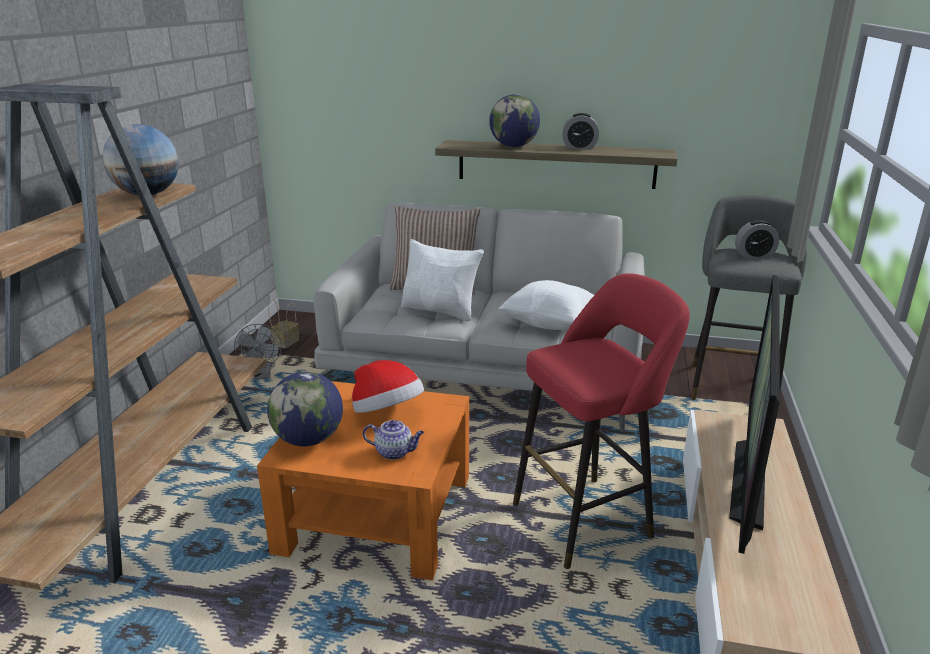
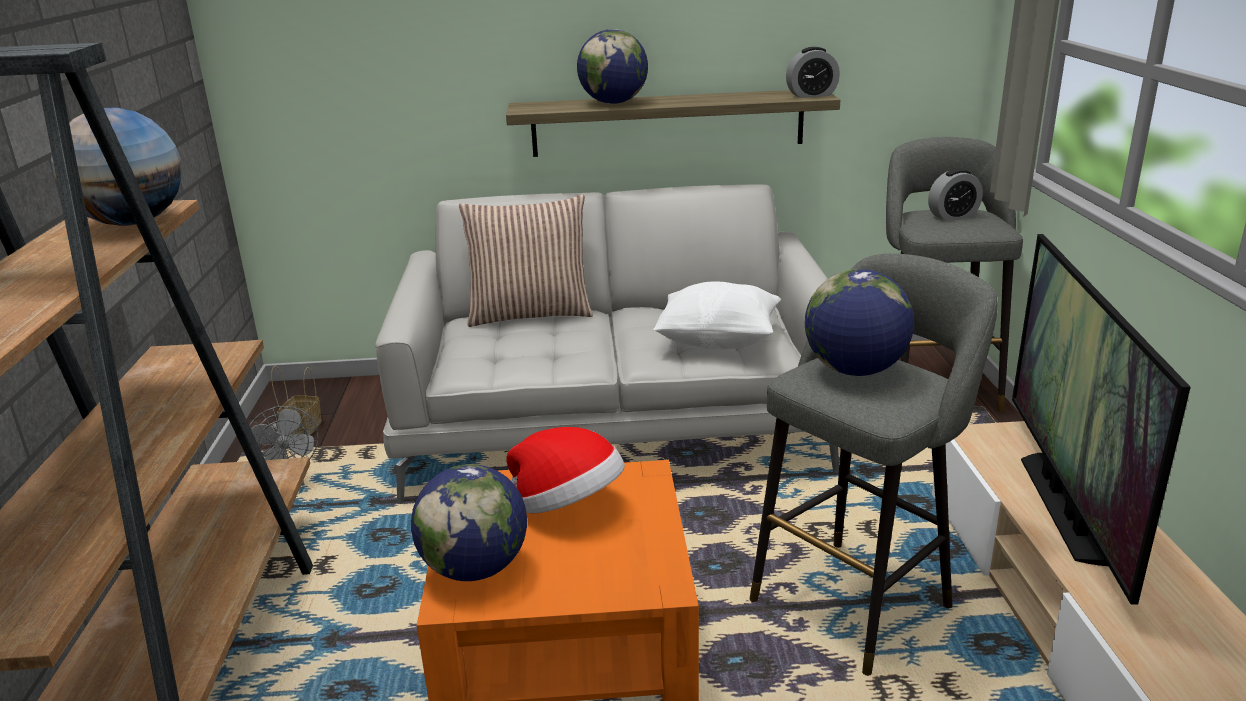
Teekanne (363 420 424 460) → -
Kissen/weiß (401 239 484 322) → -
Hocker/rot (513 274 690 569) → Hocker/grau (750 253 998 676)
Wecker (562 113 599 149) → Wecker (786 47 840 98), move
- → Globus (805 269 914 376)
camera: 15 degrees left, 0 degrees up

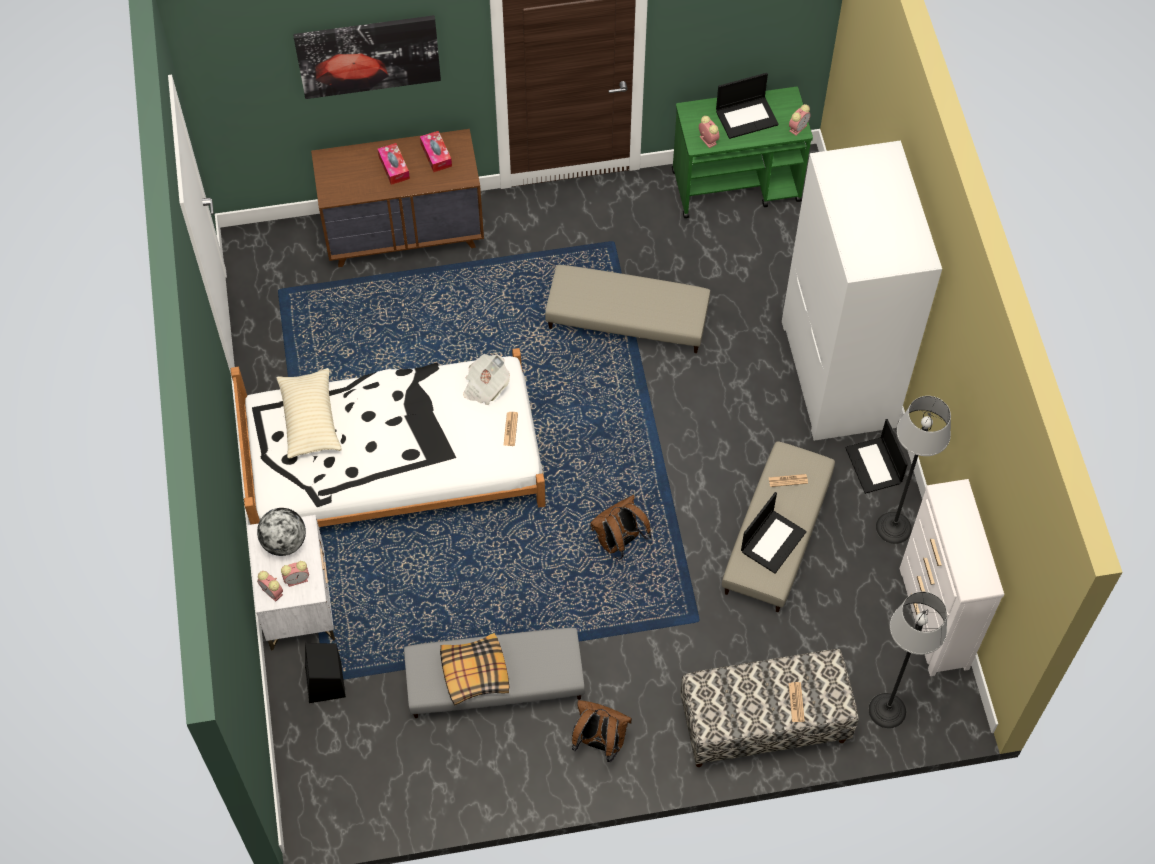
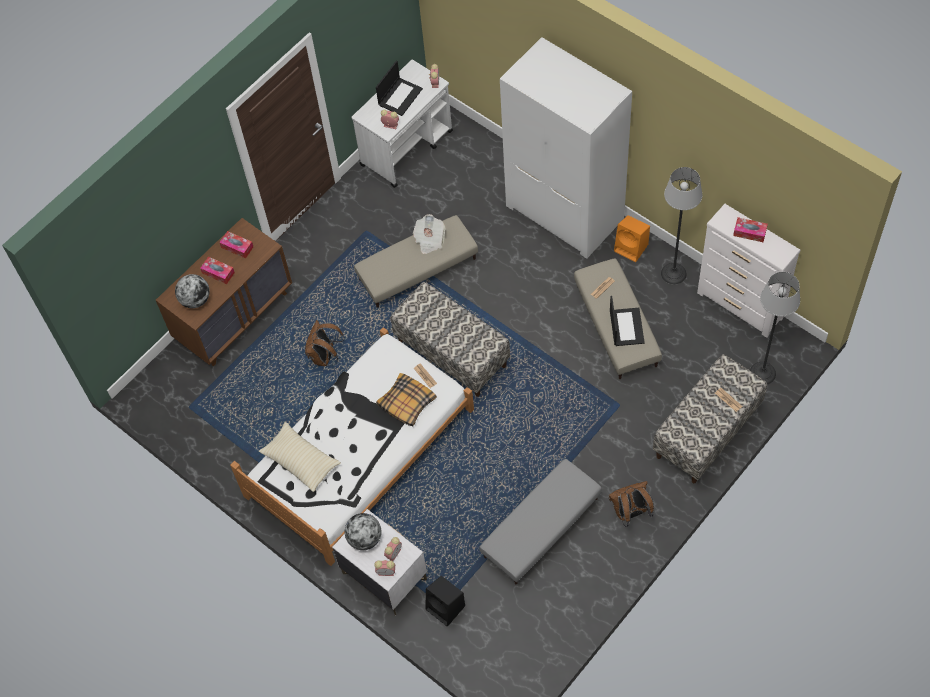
Bild (293 15 441 99) → -
Kissen (440 633 509 705) → Kissen (376 373 437 426), move
Zeitung (463 354 510 405) → Zeitung (413 214 445 254), move
Rucksack/braun (590 495 651 560) → Rucksack/braun (305 320 345 366), move
Rollwagen/grün (672 87 813 218) → Rollwagen/weiß (351 59 453 188)
Laptop (845 419 908 494) → Lautsprecher/orange (614 215 650 262)
- → Globus (175 274 210 308)
- → Bank (391 282 510 397)
- → Taschentuchbox (733 217 768 242)
camera: 35 degrees left, 0 degrees up

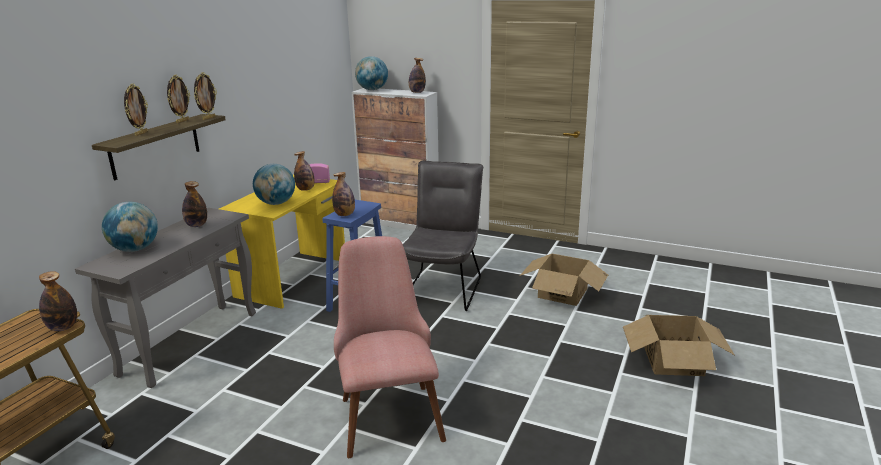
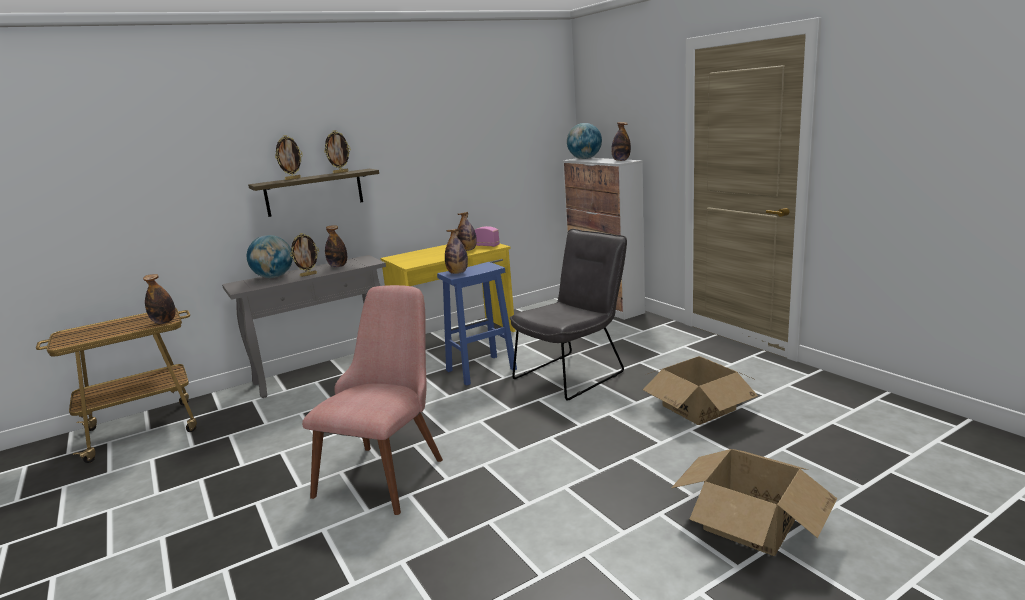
Bilderrahmen (194 72 217 120) → Bilderrahmen (290 233 319 277), move
Globus (253 164 295 205) → -
camera: 35 degrees right, 5 degrees down

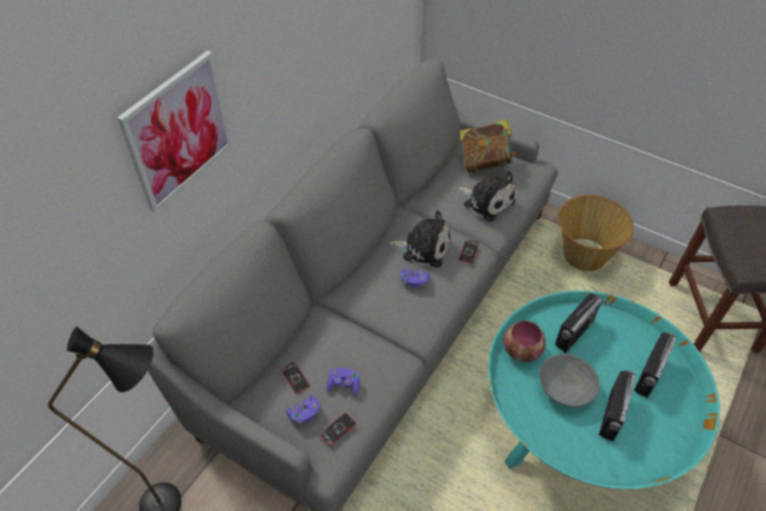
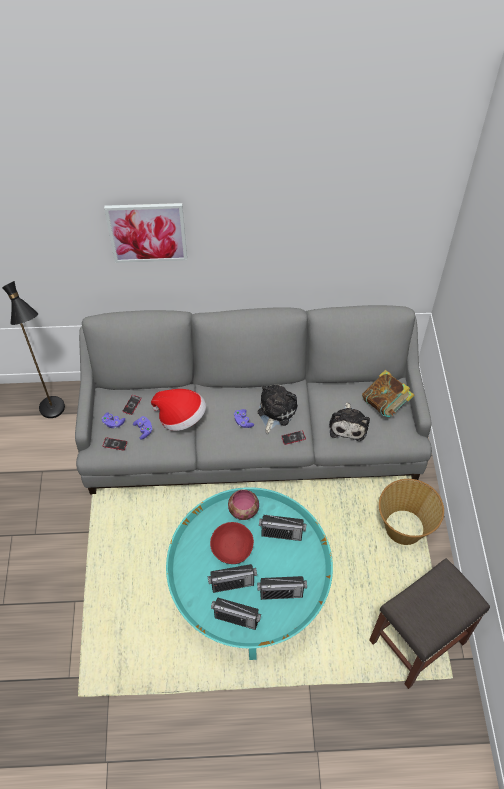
Plüschtier (388 210 451 267) → Plüschtier (258 385 298 434), 135 degrees counterclockwise
Schüssel/grau (540 354 600 407) → Schüssel/rot (210 522 254 564)
- → Hut (151 389 206 431)
- → Radio (211 598 261 630)
camera: 55 degrees right, 5 degrees up

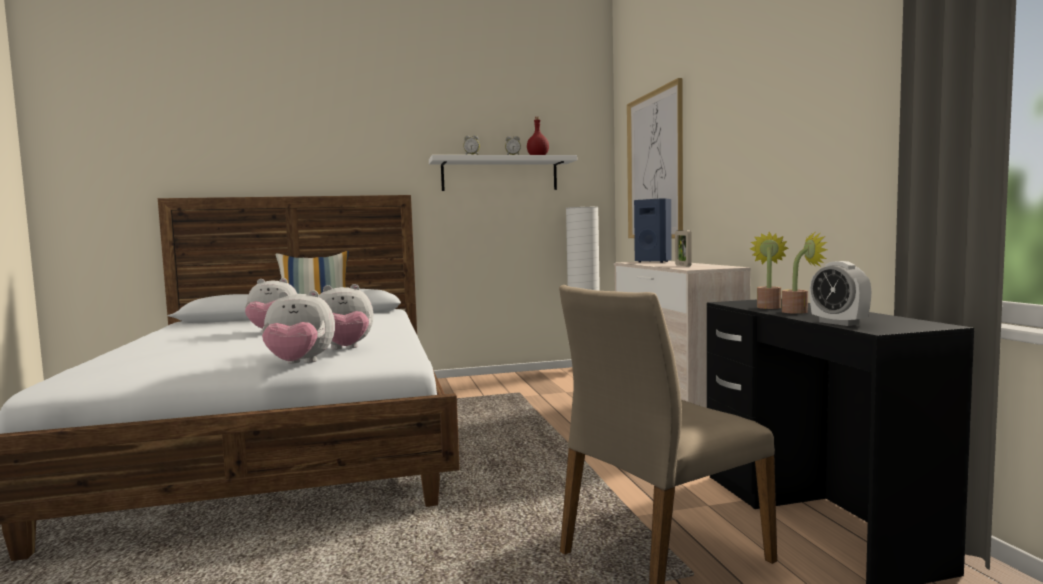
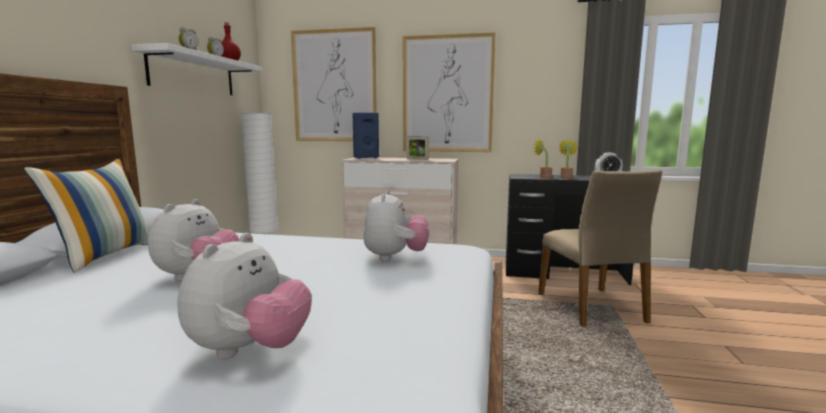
Plüschtier (262 290 335 364) → Plüschtier (177 233 312 359), move
- → Bild (403 32 496 152)
camera: 65 degrees left, 5 degrees up

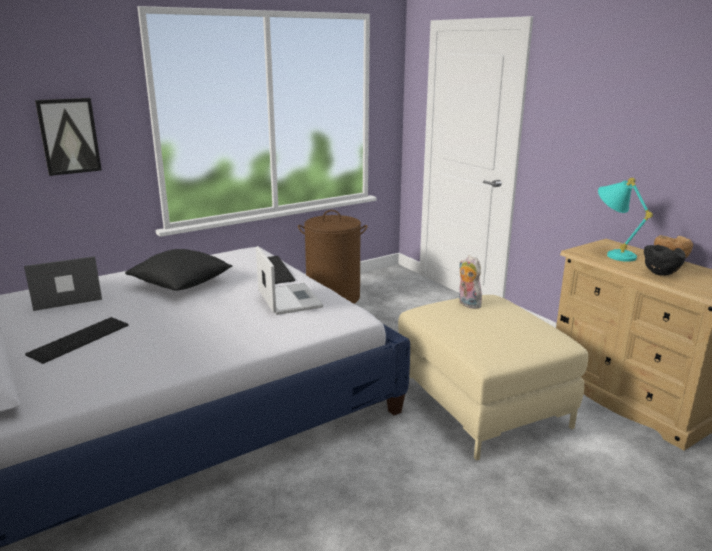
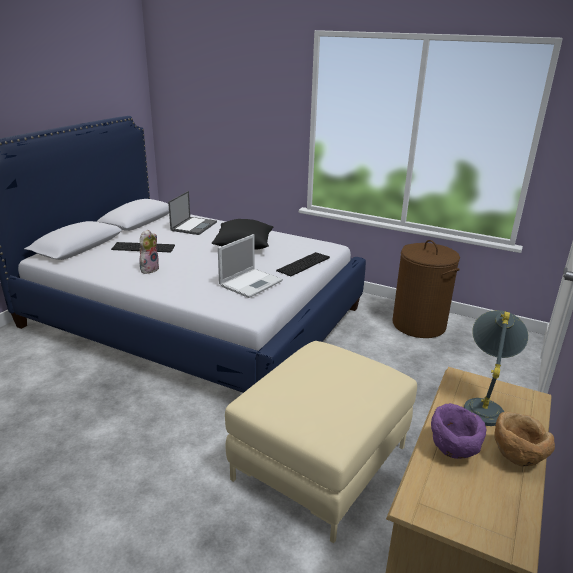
Laptop (24 256 102 311) → Laptop (168 191 217 235), 75 degrees clockwise
Bild (35 98 102 176) → -
Plüschtier (459 255 482 309) → Plüschtier (139 230 159 274), move
Tischlampe/türkis (598 178 653 262) → Tischlampe/grau (464 310 528 426)
Schüssel/schwarz (644 245 686 276) → Schüssel/lila (431 403 486 459)
camera: 60 degrees right, 5 degrees up

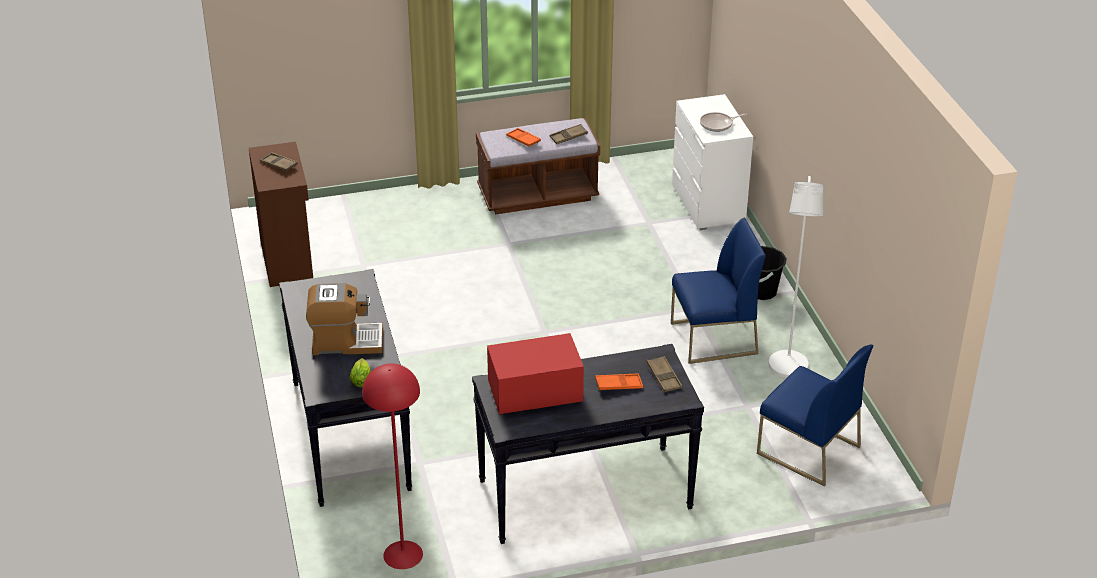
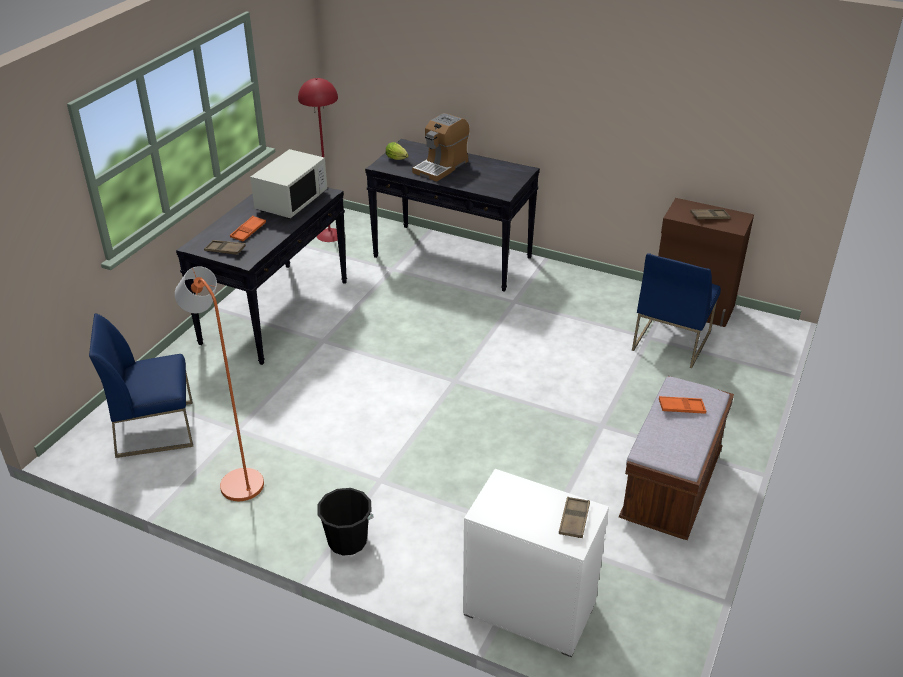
Mikrowelle/rot (487 333 584 414) → Mikrowelle/weiß (250 149 327 219)
Tablett/braun (550 124 588 144) → Tablett/braun (559 497 590 538), move
Stuhl/blau (671 217 766 364) → Stuhl/blau (632 253 721 368), move
Pfanne (700 112 747 132) → -
Stehlampe/weiß (769 176 824 378) → Stehlampe/orange (175 266 264 501)
camera: 130 degrees right, 0 degrees up

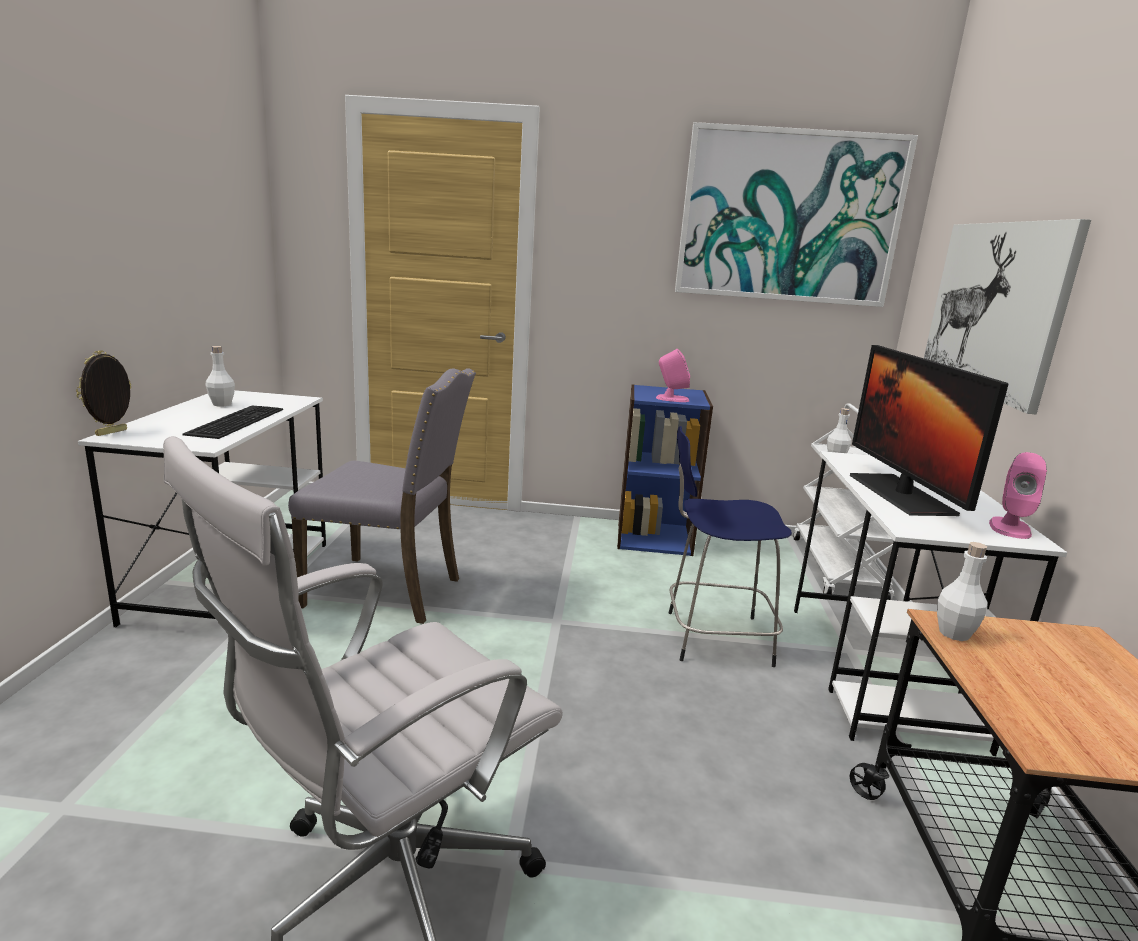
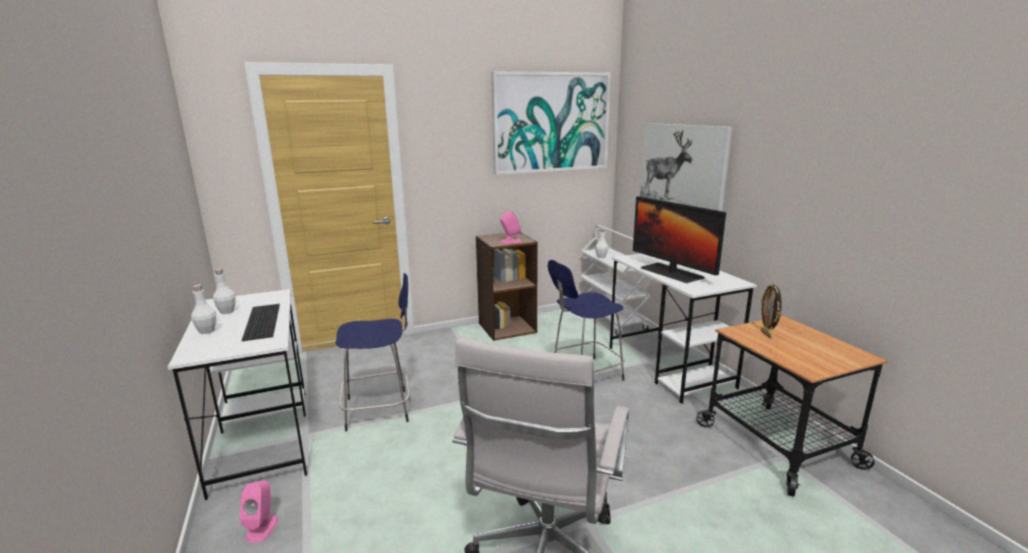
Bilderrahmen (76 350 132 436) → Bilderrahmen (761 282 782 339), move
Stuhl/grau (288 368 476 624) → Hocker/blau (335 273 409 431)
Bücherregal/blau (617 384 713 556) → Bücherregal/braun (476 233 537 341)
Flasche/weiß (937 542 988 641) → Flasche/weiß (191 284 216 334), move
Lautsprecher/rosa (989 452 1047 539) → Lautsprecher/rosa (240 480 278 543), move
camera: 25 degrees left, 0 degrees up

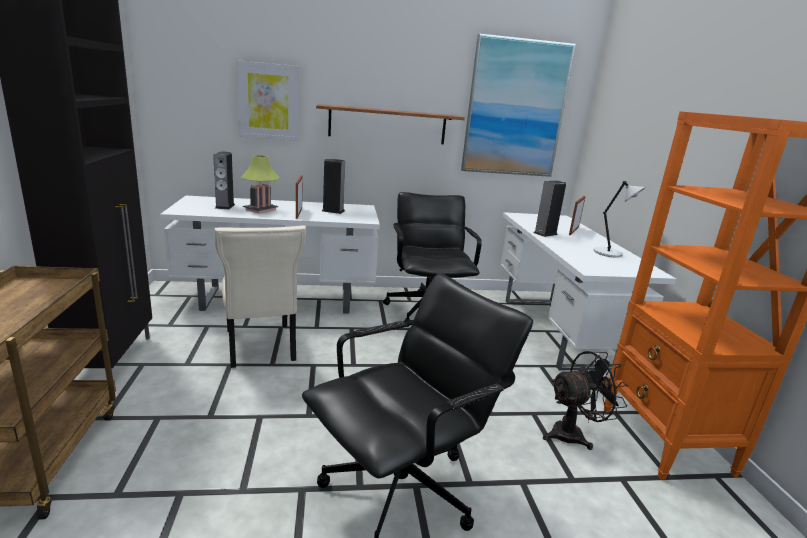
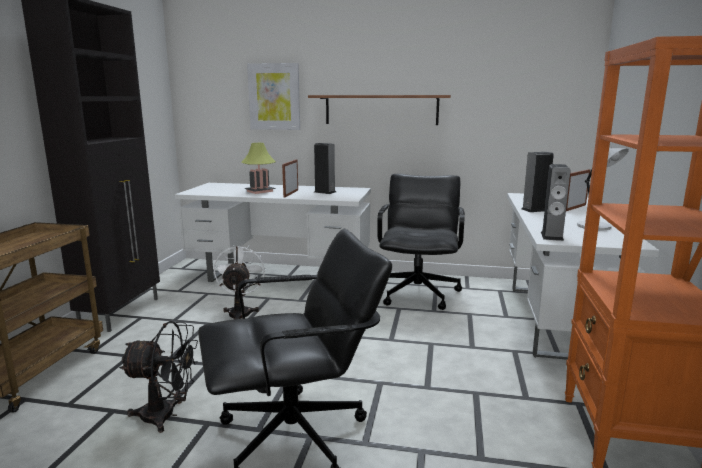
Lautsprecher (213 151 235 209) → Lautsprecher (541 164 571 241), move
Stuhl/beige (214 225 306 368) → Ventilator/weiß (214 245 266 319)
Bild (461 33 576 177) → -
Ventilator/schwarz (543 351 629 450) → Ventilator/schwarz (119 321 198 433), move
camera: 20 degrees right, 5 degrees down

